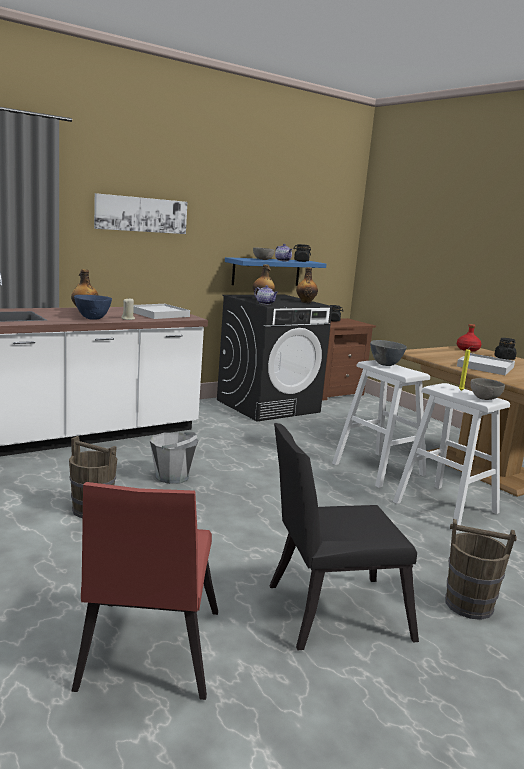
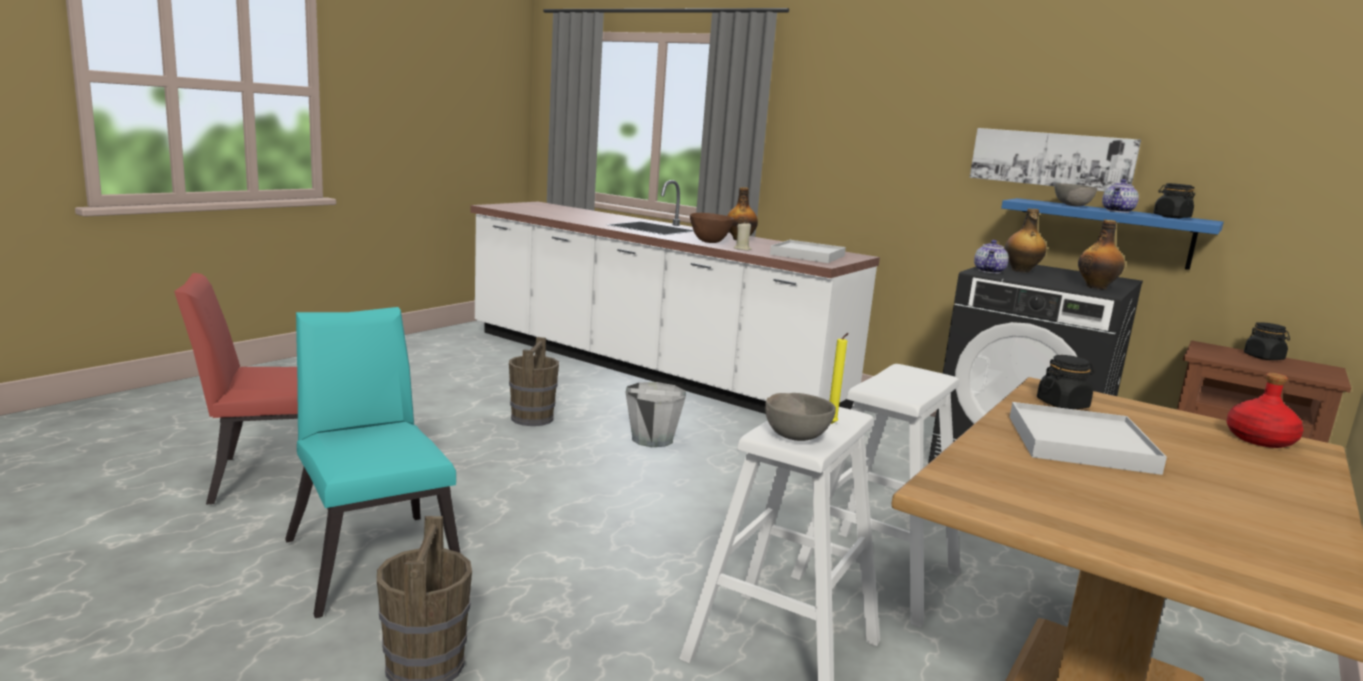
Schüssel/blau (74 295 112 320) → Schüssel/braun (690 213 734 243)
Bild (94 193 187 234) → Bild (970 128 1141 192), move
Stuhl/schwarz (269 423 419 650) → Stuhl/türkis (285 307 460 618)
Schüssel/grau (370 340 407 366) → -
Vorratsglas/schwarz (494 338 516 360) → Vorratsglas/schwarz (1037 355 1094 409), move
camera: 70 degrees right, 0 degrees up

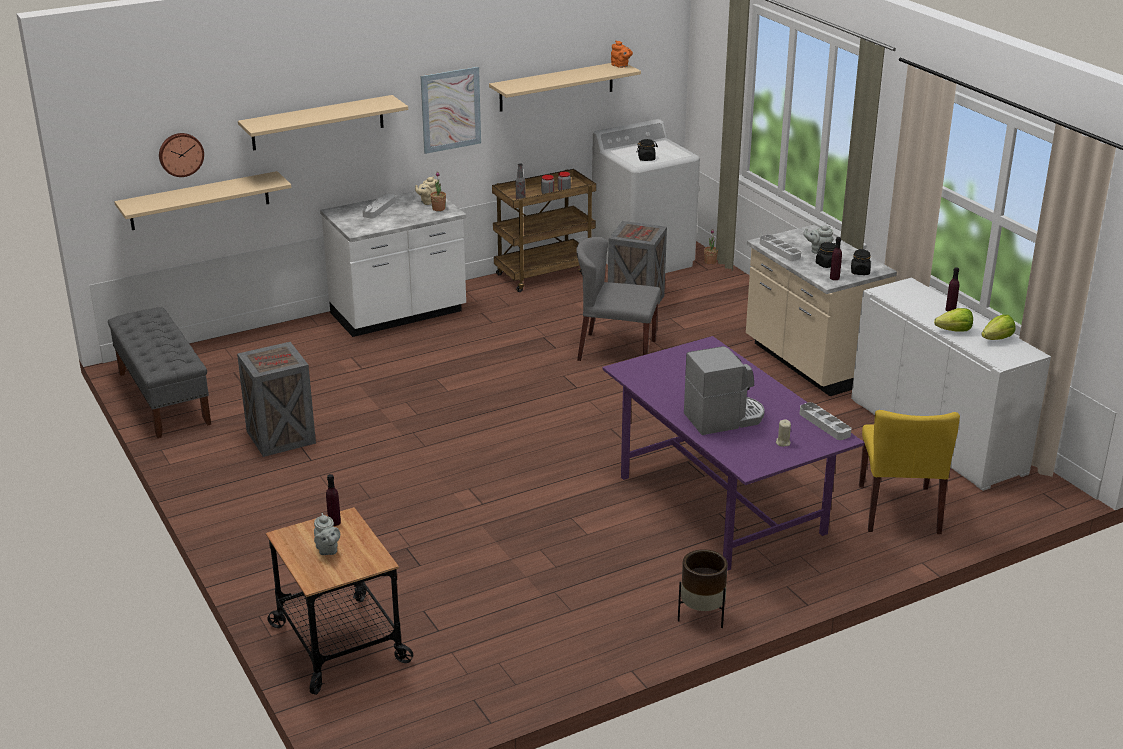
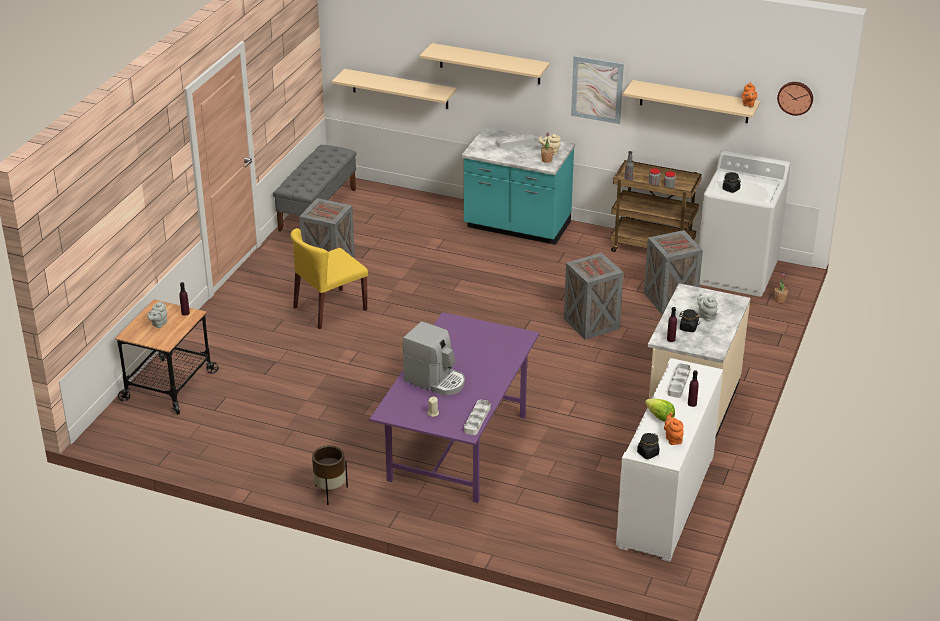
Wanduhr (159 133 204 177) → Wanduhr (777 82 813 116), move
Küchenzeile/weiß (320 191 466 337) → Küchenzeile/türkis (462 127 575 245)
Stuhl/grau (576 237 661 361) → Kiste (564 253 624 340)
Tablett/grau (760 235 801 261) → Tablett/grau (668 363 690 398), move
Vorratsglas/schwarz (851 249 871 275) → Vorratsglas/schwarz (637 433 660 459), move
Stuhl/gelb (859 410 960 534) → Stuhl/gelb (291 228 368 329), move
Salatkopf (981 315 1015 340) → Teekanne/orange (664 412 684 445)
camera: 50 degrees right, 5 degrees up

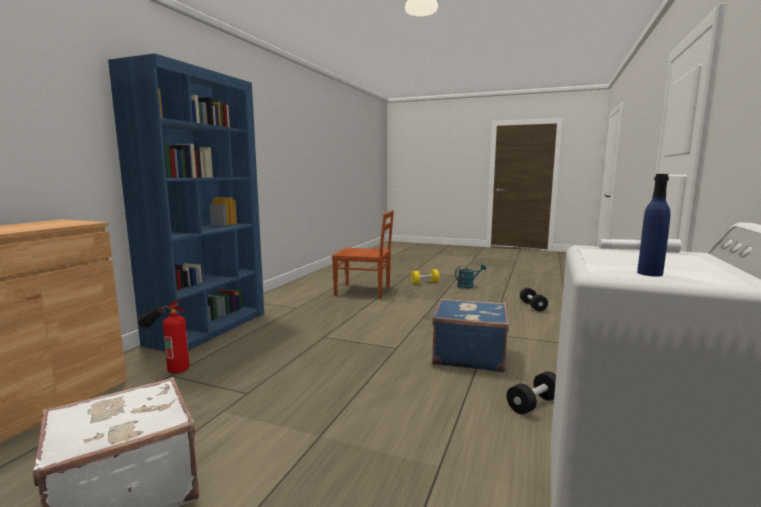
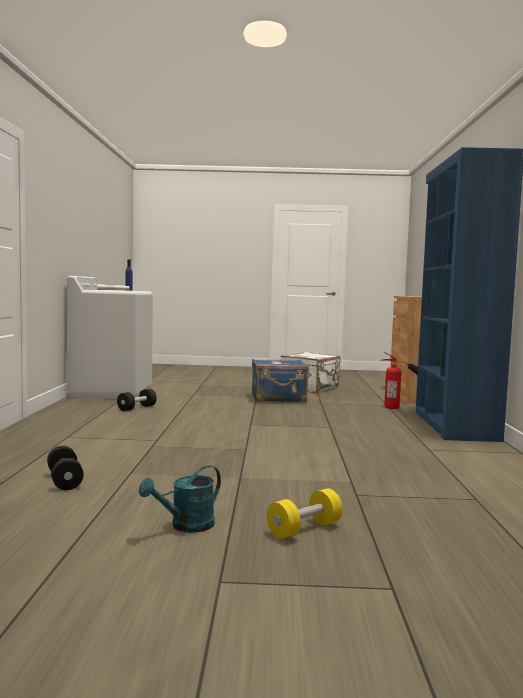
Stuhl/braun (332 210 394 299) → -
Koffer/blau (432 298 509 372) → Koffer/blau (252 359 309 402), move
camera: 160 degrees right, 5 degrees down

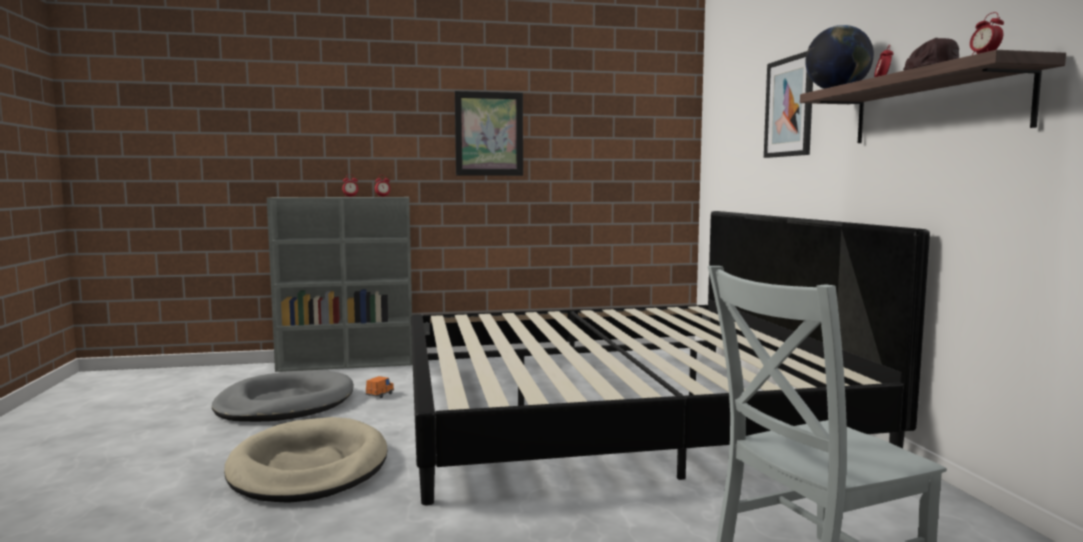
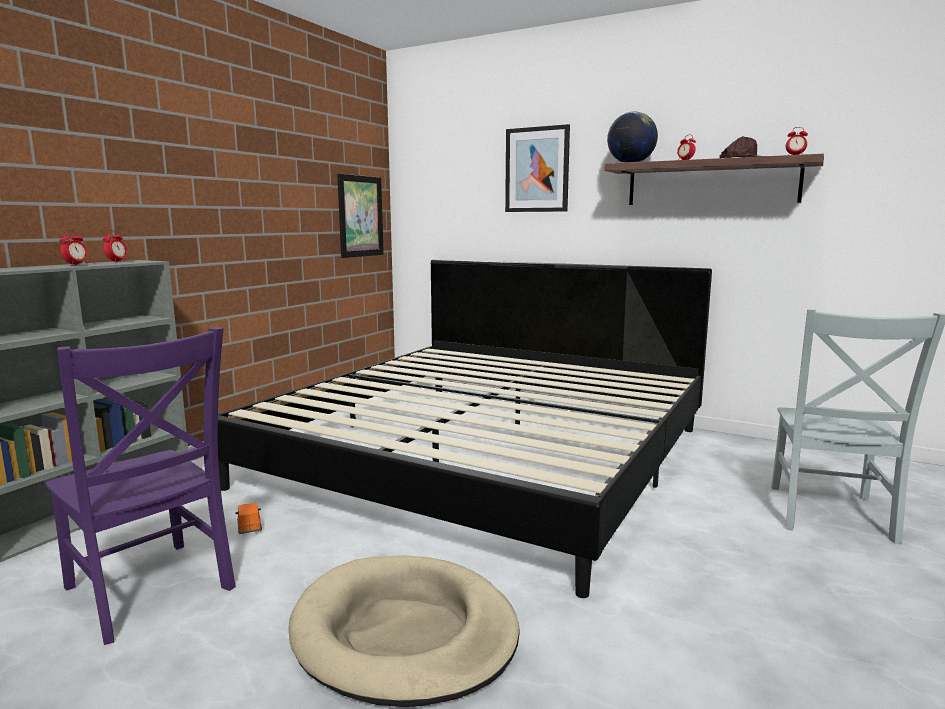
Hundebett/grau (212 370 354 422) → Stuhl/lila (45 327 236 645)
Bild (455 91 523 176) → Bild (337 174 384 258), move
camera: 50 degrees left, 5 degrees up

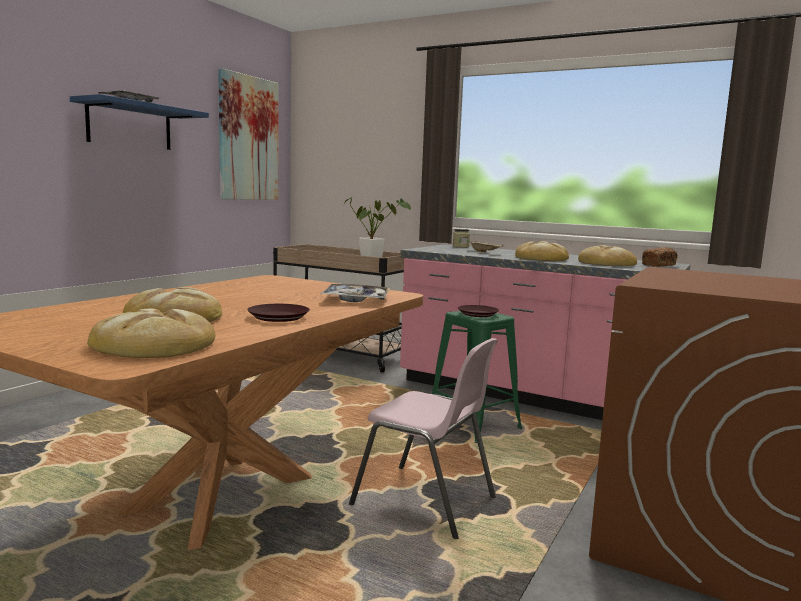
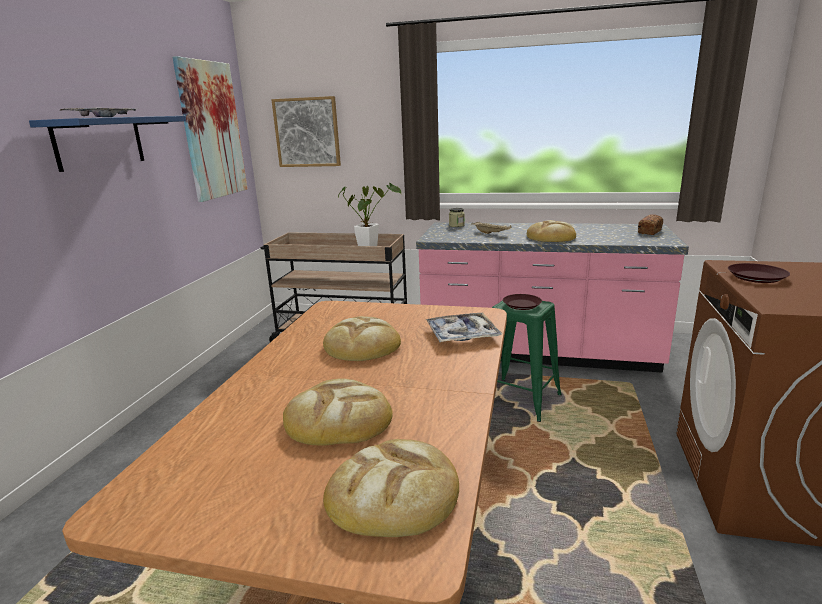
Teller/braun (247 304 310 322) → Teller/braun (728 263 790 283), move
Stuhl/rosa (349 338 498 539) → -
Brot (578 245 637 266) → Brot (323 316 401 361), move
- → Bild (271 96 341 167)
camera: 15 degrees left, 10 degrees up

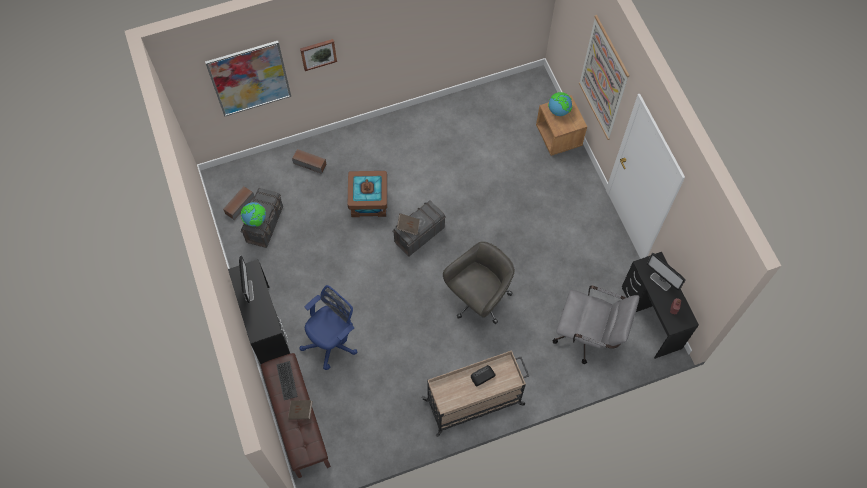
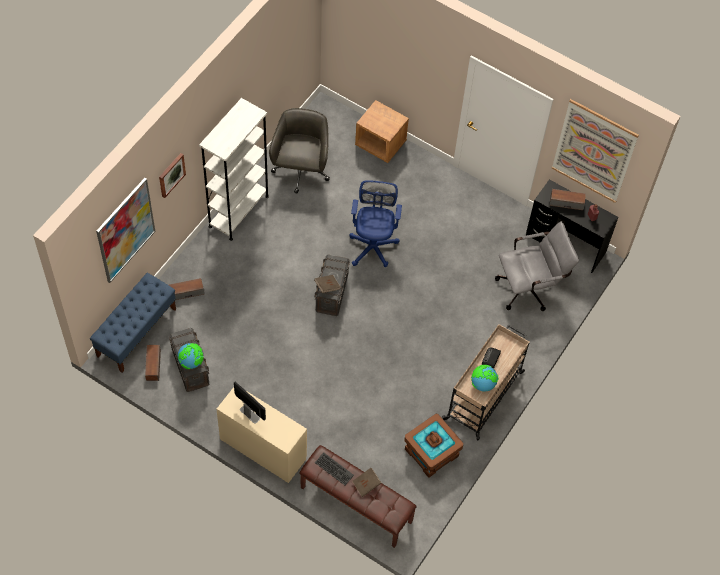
Schreibtisch/schwarz (228 259 290 364) → Schreibtisch/beige (216 387 307 483)
Bürostuhl/blau (299 285 357 370) → Bürostuhl/blau (349 180 402 267), move
Aufbewahrungsbox/braun (348 171 387 217) → Aufbewahrungsbox/braun (404 414 463 478), move
Bürostuhl/grau (443 241 515 324) → Bürostuhl/grau (269 108 330 194), move
Globus (548 92 572 116) → Globus (471 365 498 392), move
Bild (579 15 630 140) → Bild (552 99 639 203), move
Monitor (647 253 686 291) → Lautsprecher (549 189 586 210)
- → Bank/blau (90 273 176 373)
- → Bücherregal/weiß (199 98 269 241)
camera: 40 degrees left, 5 degrees down

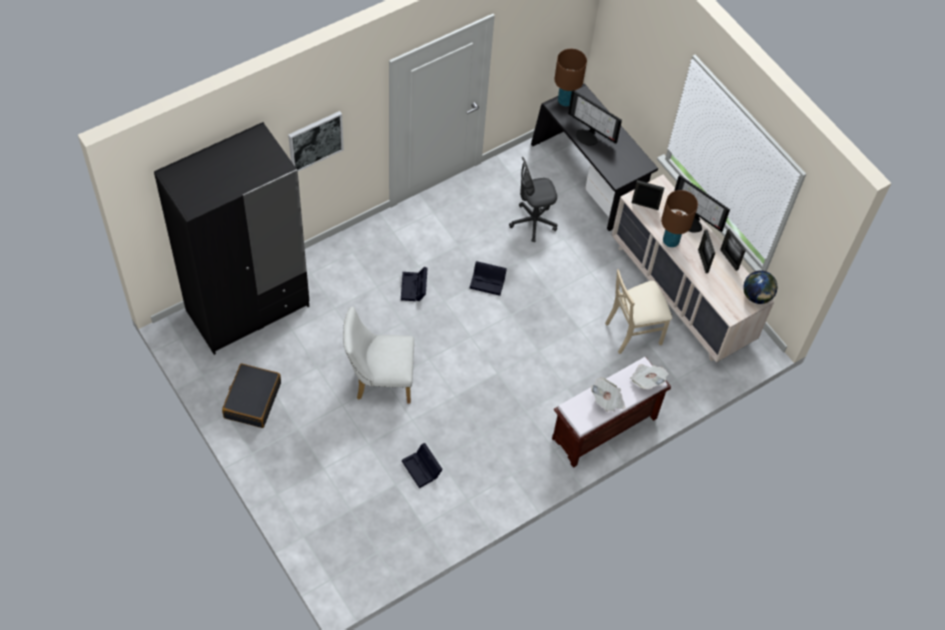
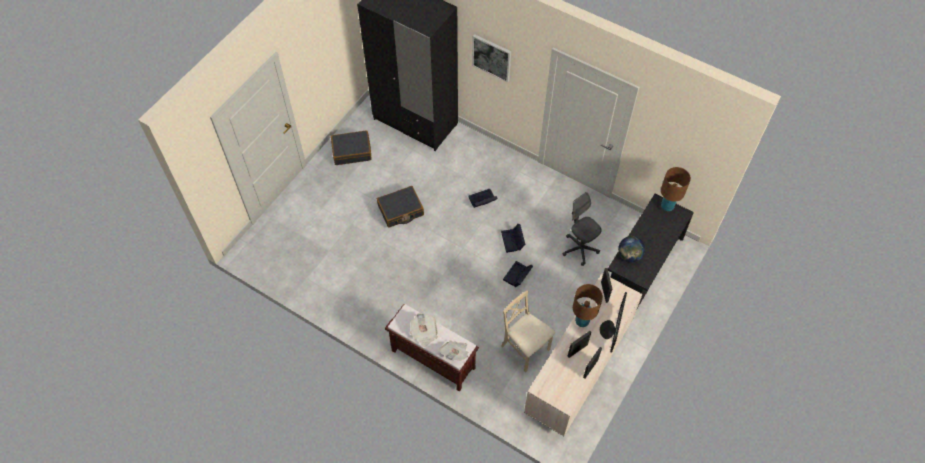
Stuhl/weiß (343 306 414 404) → Koffer/schwarz (377 186 424 228)
Aufbewahrungsbox/schwarz (402 443 443 488) → Aufbewahrungsbox/schwarz (503 261 533 287), move
Monitor (568 90 622 145) → -
Globus (743 271 777 304) → Globus (618 236 645 262), move
camera: 70 degrees right, 0 degrees up

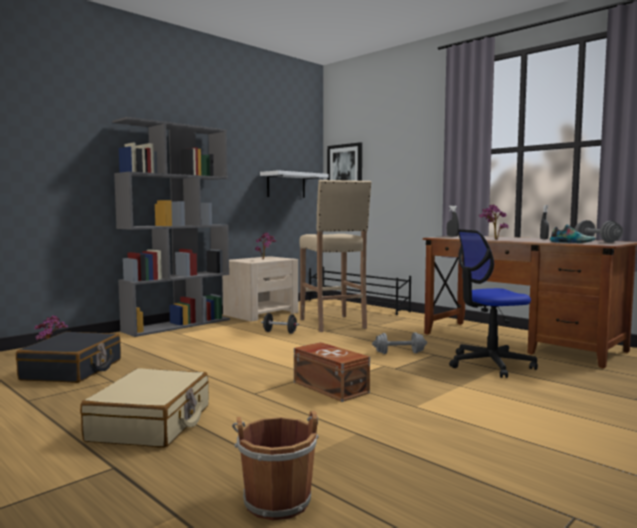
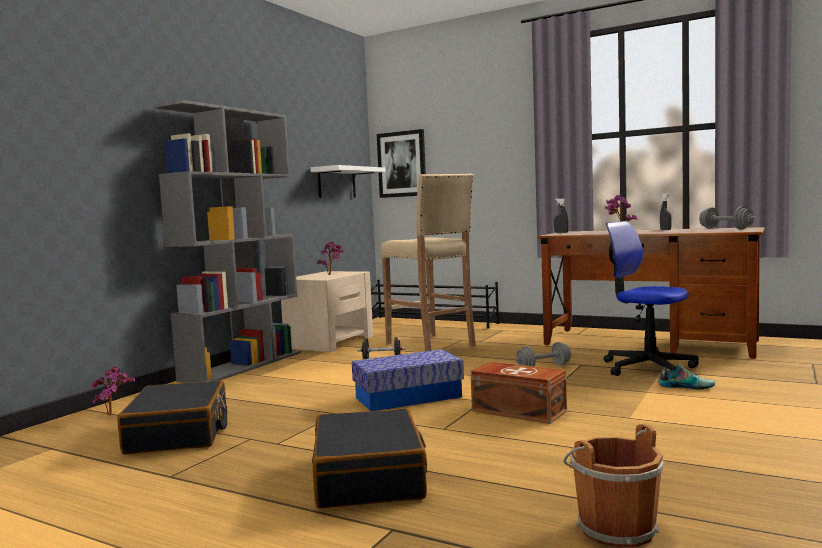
Koffer/beige (80 368 209 448) → Koffer/schwarz (312 408 427 508)
Bürostuhl (449 229 538 378) → Bürostuhl (604 221 699 376), 75 degrees clockwise
Schuh (550 224 596 243) → Schuh (658 364 715 390), move
- → Aufbewahrungsbox (352 349 464 411)
camera: 15 degrees left, 0 degrees up

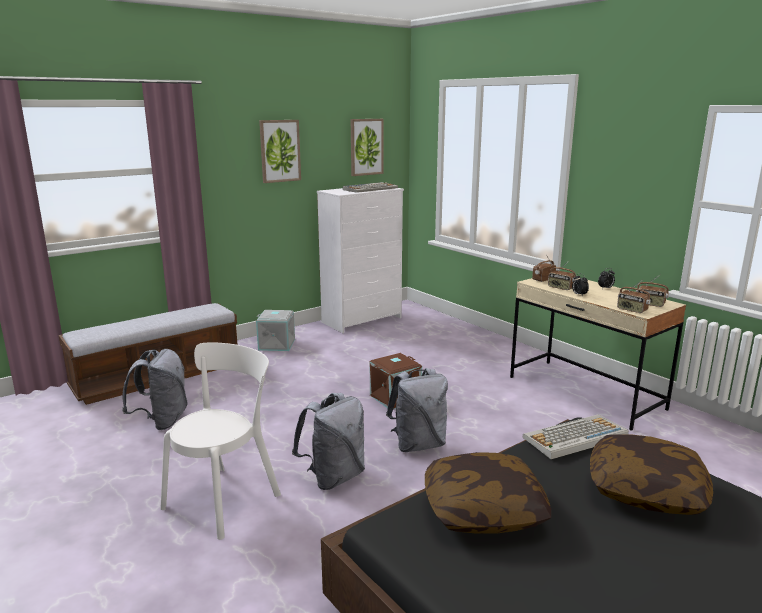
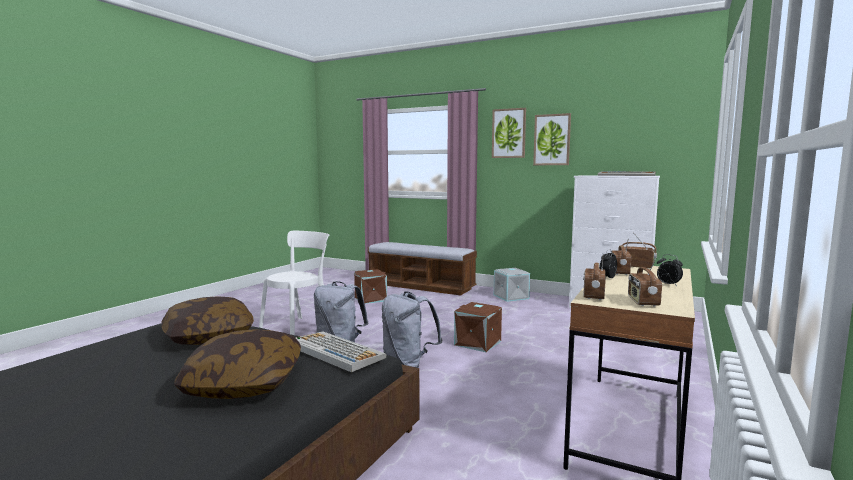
Rucksack/grau (122 349 188 430) → Aufbewahrungsbox/braun (354 269 387 304)
Stuhl/weiß (160 342 281 540) → Stuhl/weiß (259 231 329 335), 60 degrees counterclockwise
Bild (351 119 384 176) → Bild (492 108 526 158), move
camera: 65 degrees right, 10 degrees down

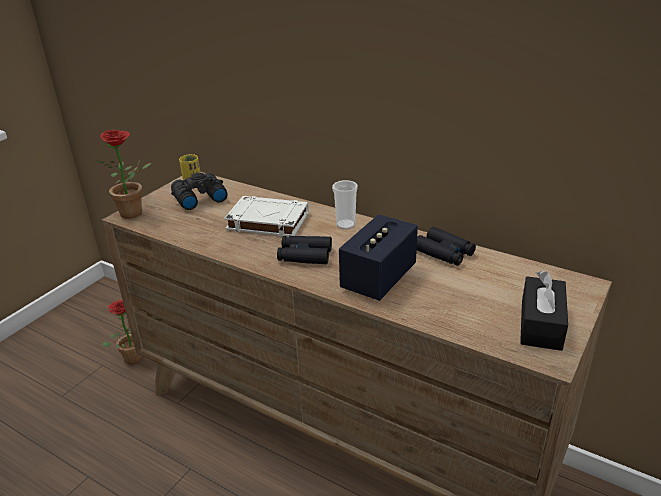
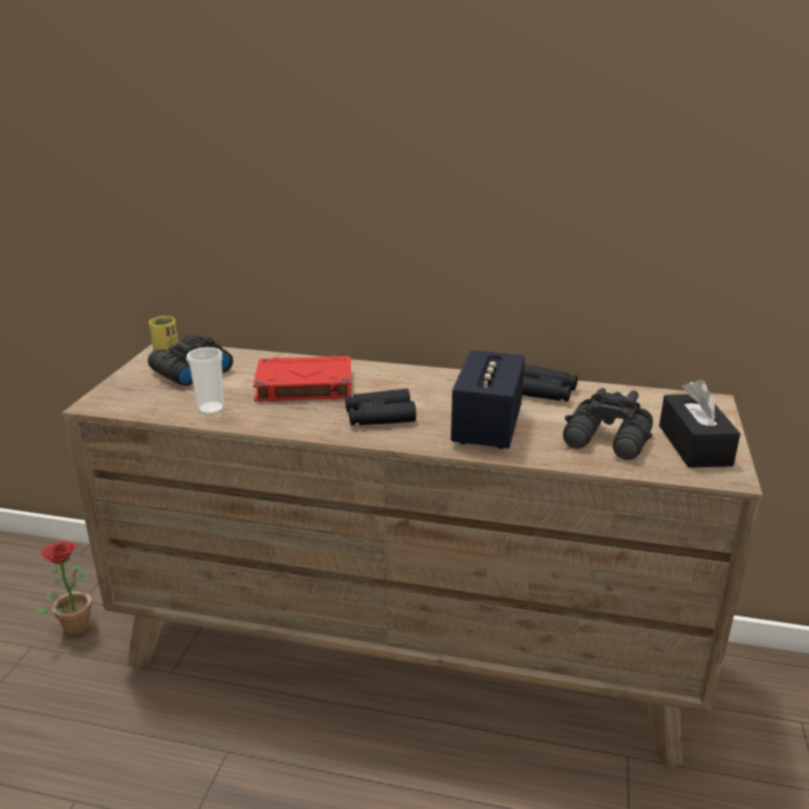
Topfpflanze (97 130 151 219) → -
Buch/weiß (224 196 309 237) → Buch/rot (253 356 352 402)
Tasse (332 180 358 229) → Tasse (187 347 224 415), move
- → Fernglas/schwarz (563 388 653 460)
camera: 20 degrees left, 5 degrees down

